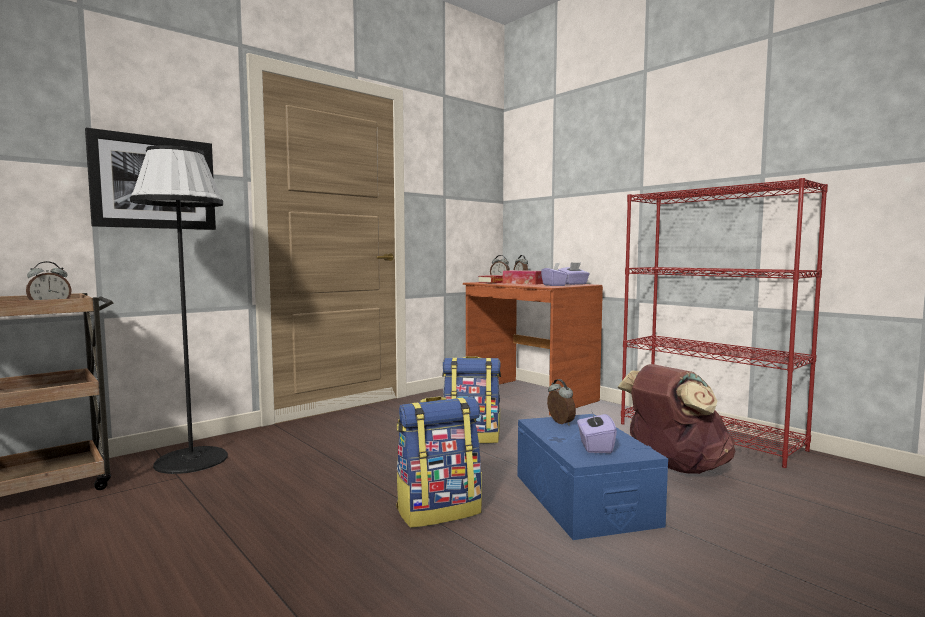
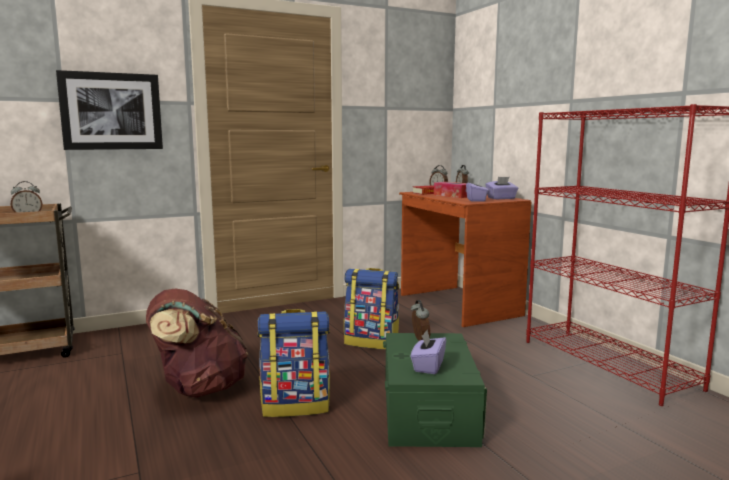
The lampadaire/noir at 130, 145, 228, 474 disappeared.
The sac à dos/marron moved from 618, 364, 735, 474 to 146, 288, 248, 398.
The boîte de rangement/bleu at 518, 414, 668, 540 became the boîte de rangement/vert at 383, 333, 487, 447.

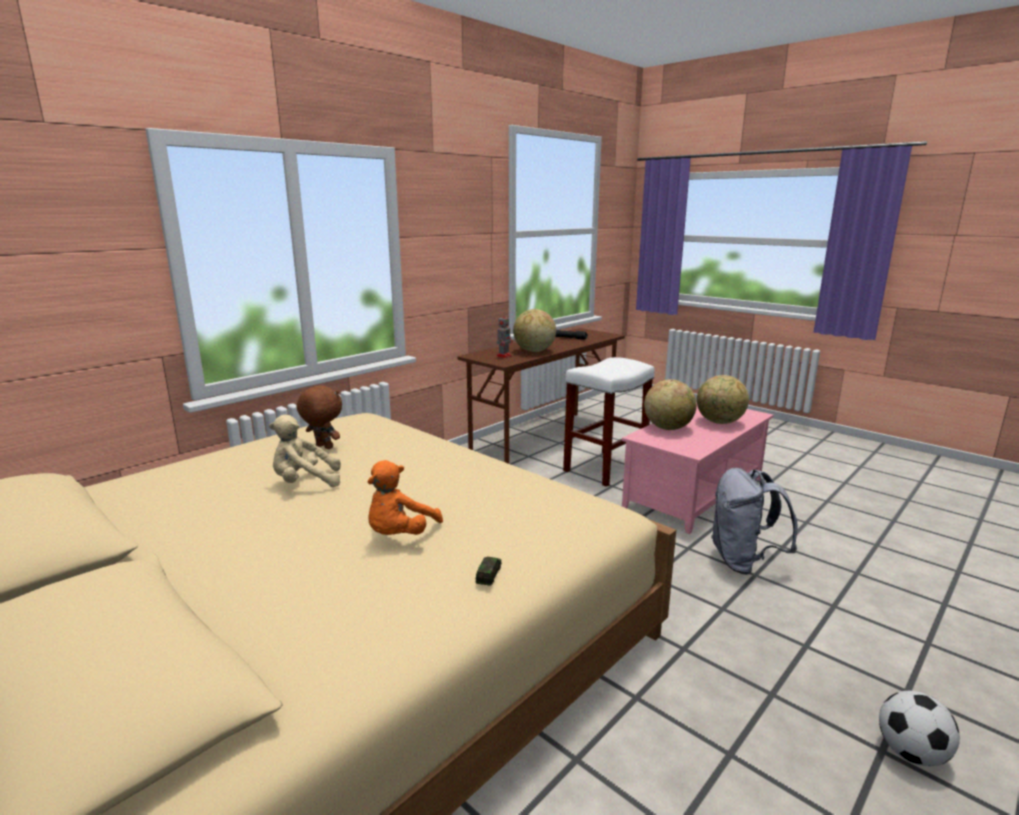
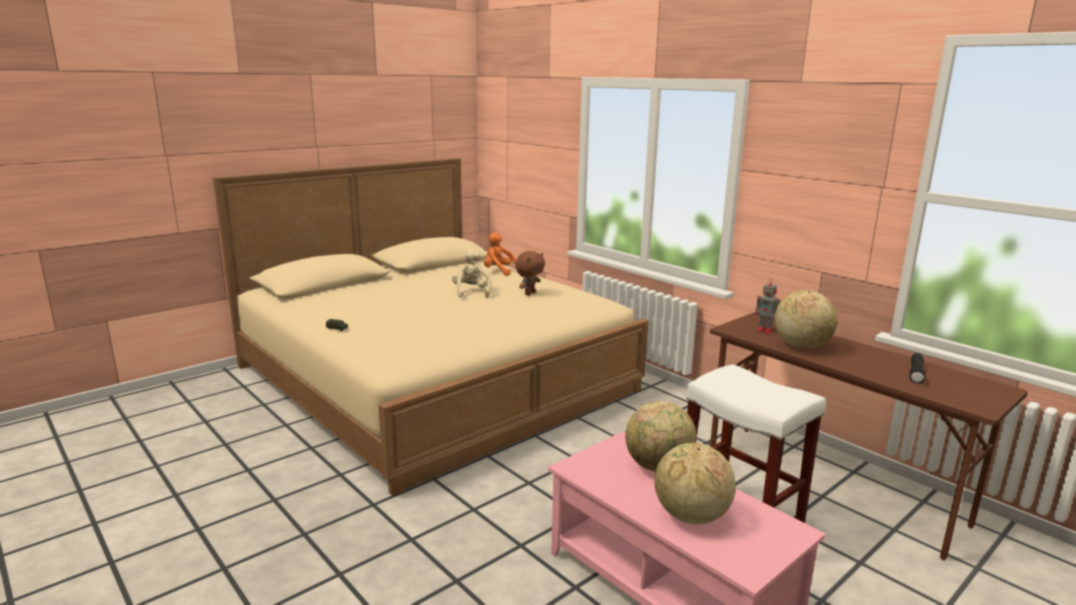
The sac à dos/gris at 711, 468, 797, 575 disappeared.
The ballon de foot at 879, 691, 960, 766 disappeared.
The peluche/orange moved from 368, 460, 443, 535 to 484, 233, 517, 276.

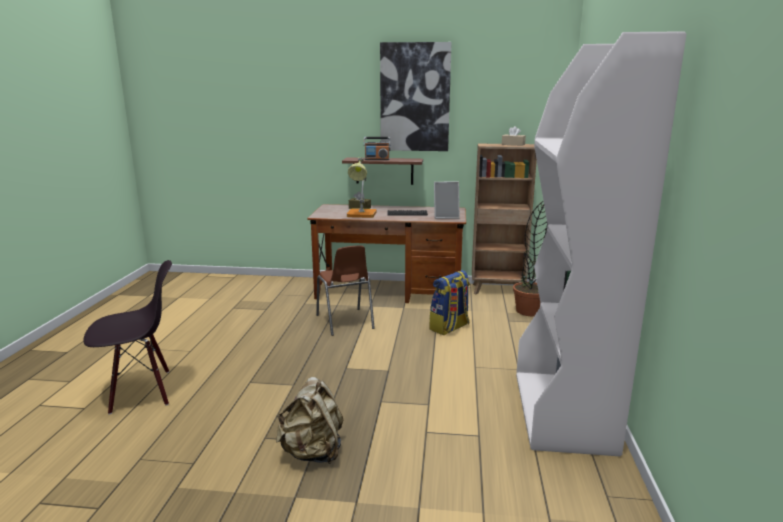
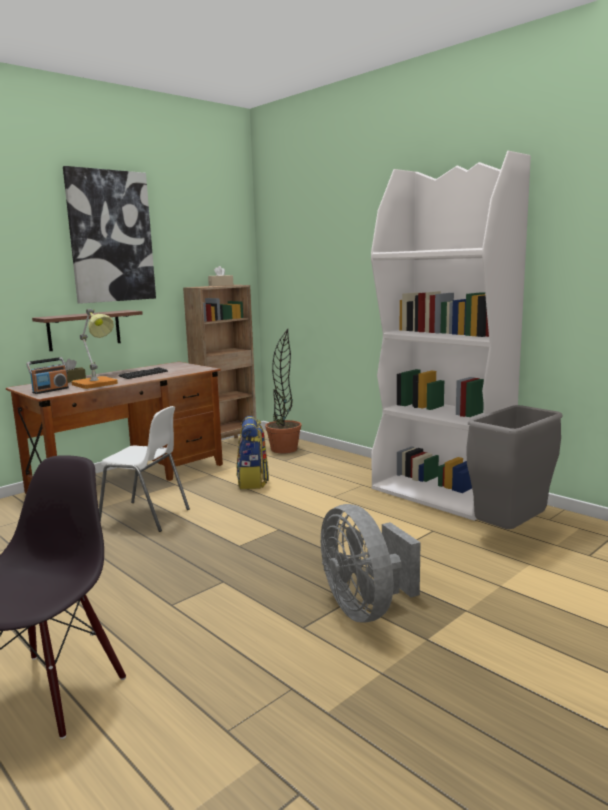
The cadre photo at 434, 182, 460, 219 disappeared.
The poubelle/gris at 466, 405, 562, 529 appeared.
The radio moved from 363, 137, 391, 160 to 26, 357, 69, 394.
The sac à dos/beige at 276, 377, 343, 464 was replaced by the ventilateur/gris at 321, 504, 421, 622.
The chaise/marron at 316, 246, 375, 336 became the chaise/blanc at 99, 406, 190, 532.

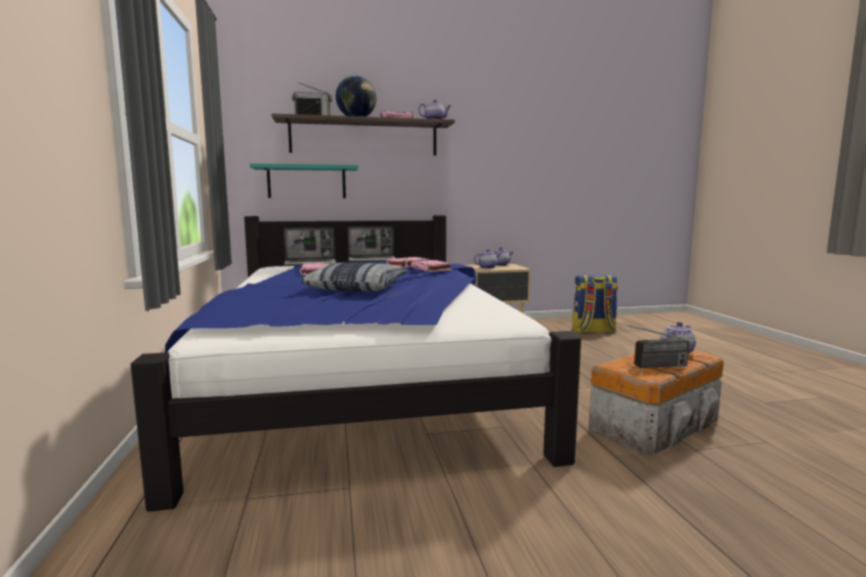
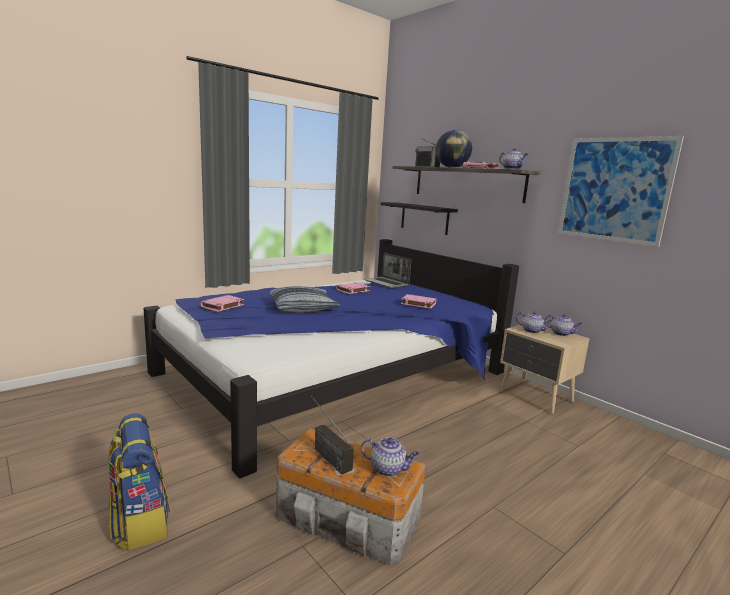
The ordinateur portable at 348, 226, 396, 262 disappeared.
The tableau at 558, 136, 684, 247 appeared.
The livre/rose moved from 411, 260, 452, 272 to 200, 295, 244, 312.
The sac à dos moved from 572, 275, 618, 333 to 109, 413, 170, 551.
The étagère/turquoise at 250, 163, 358, 198 became the étagère/noir at 380, 202, 458, 235.

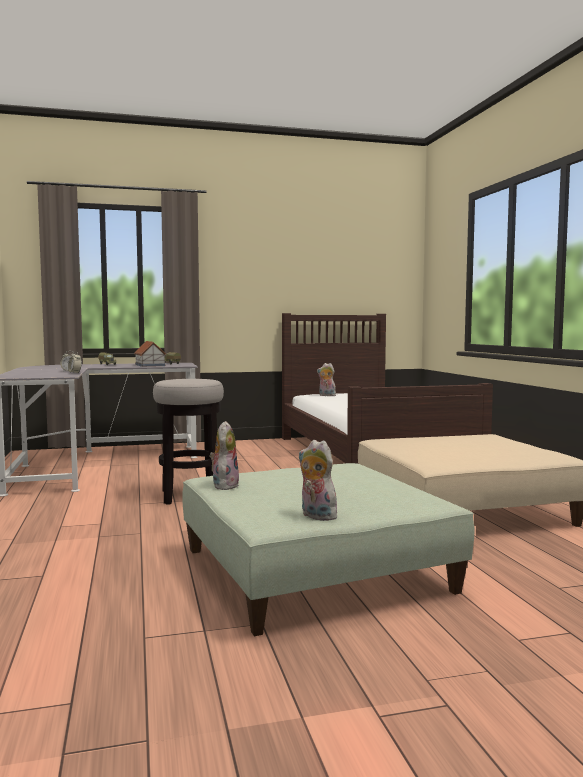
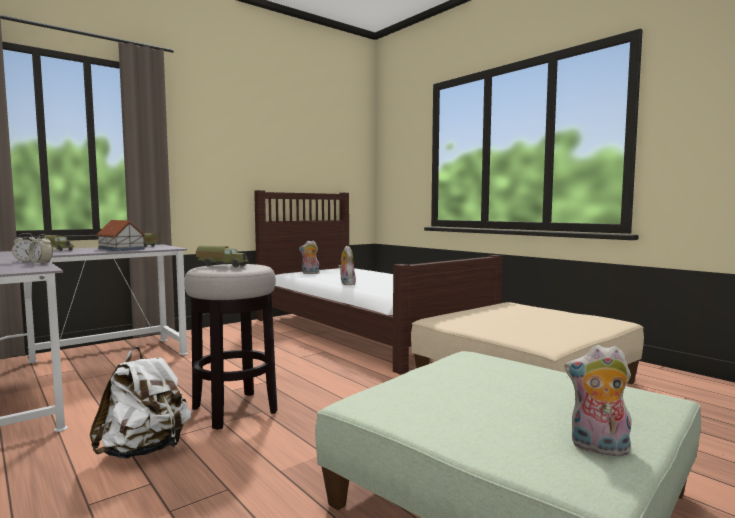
The sac à dos/blanc at 90, 347, 191, 459 appeared.
The camion jouet at 196, 246, 249, 267 appeared.
The peluche moved from 209, 421, 239, 490 to 338, 246, 356, 285.

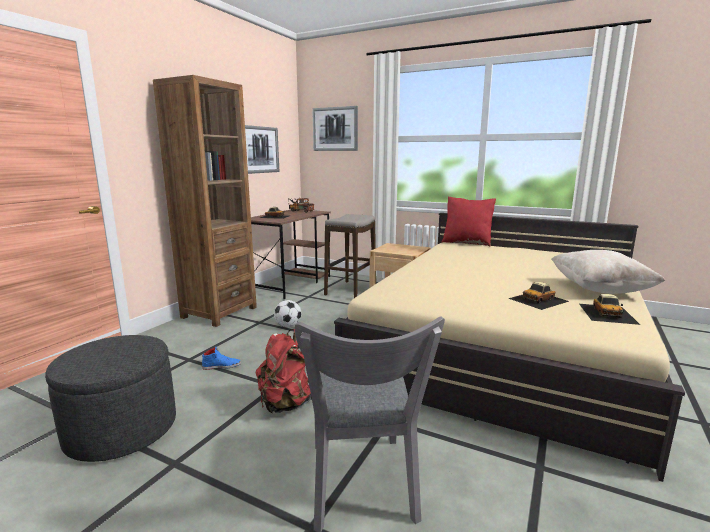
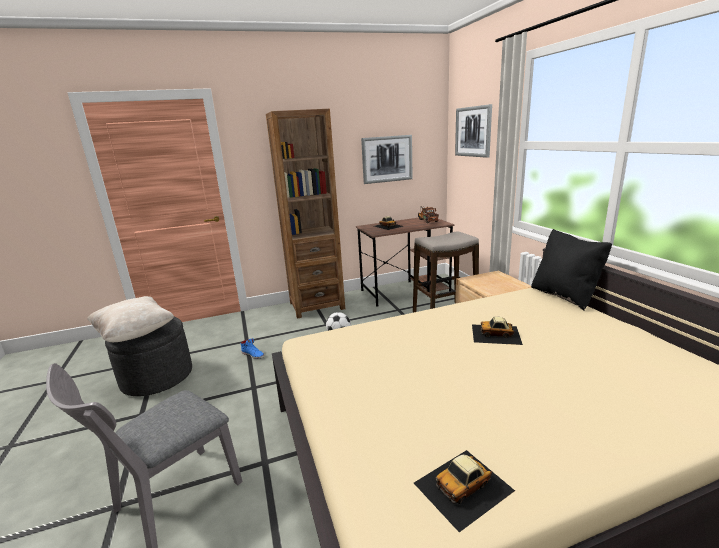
The sac à dos/rouge at 256, 329, 312, 413 disappeared.
The petite voiture moved from 508, 282, 569, 310 to 472, 316, 523, 345.
The coussin/beige moved from 551, 250, 665, 294 to 87, 296, 174, 342.
The coussin/rouge at 442, 197, 496, 246 became the coussin/noir at 531, 229, 612, 310.

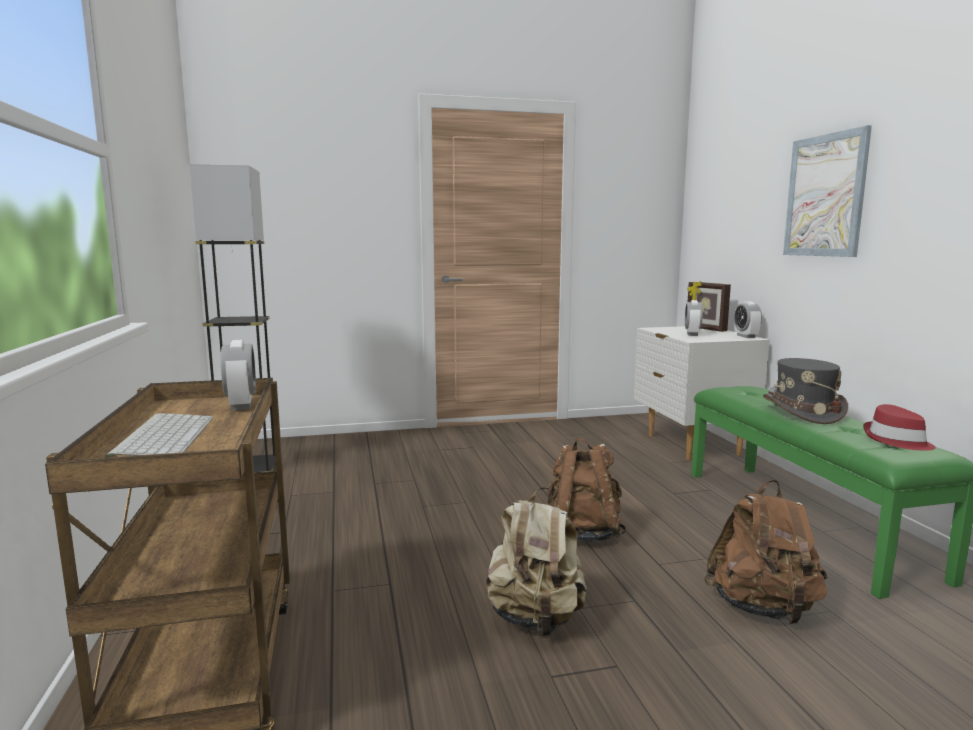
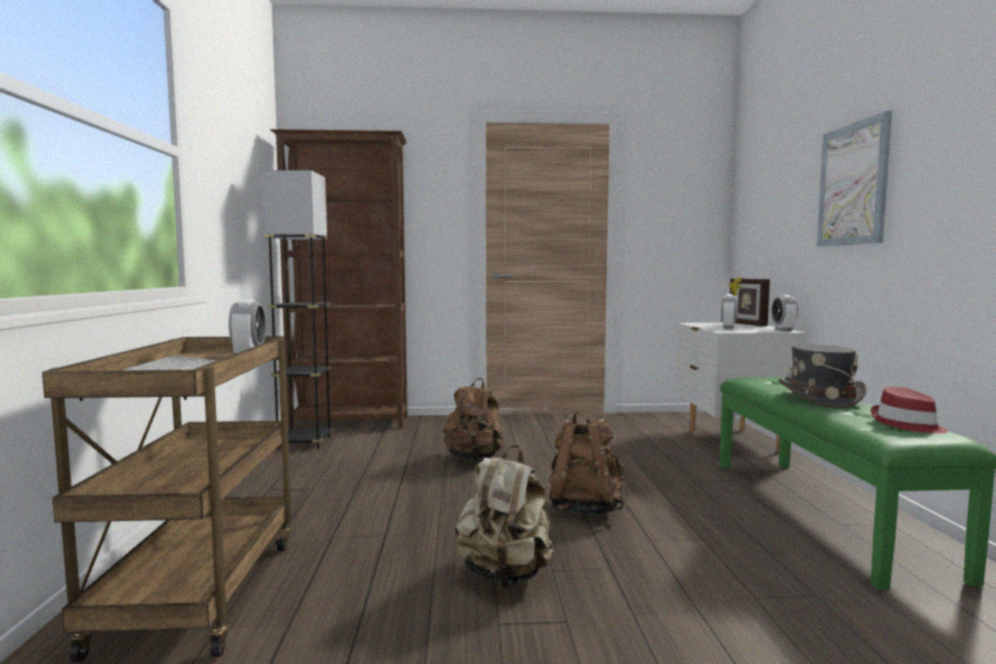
The bibliothèque/marron at 270, 129, 407, 428 appeared.
The sac à dos/marron moved from 704, 480, 828, 624 to 443, 378, 504, 462.

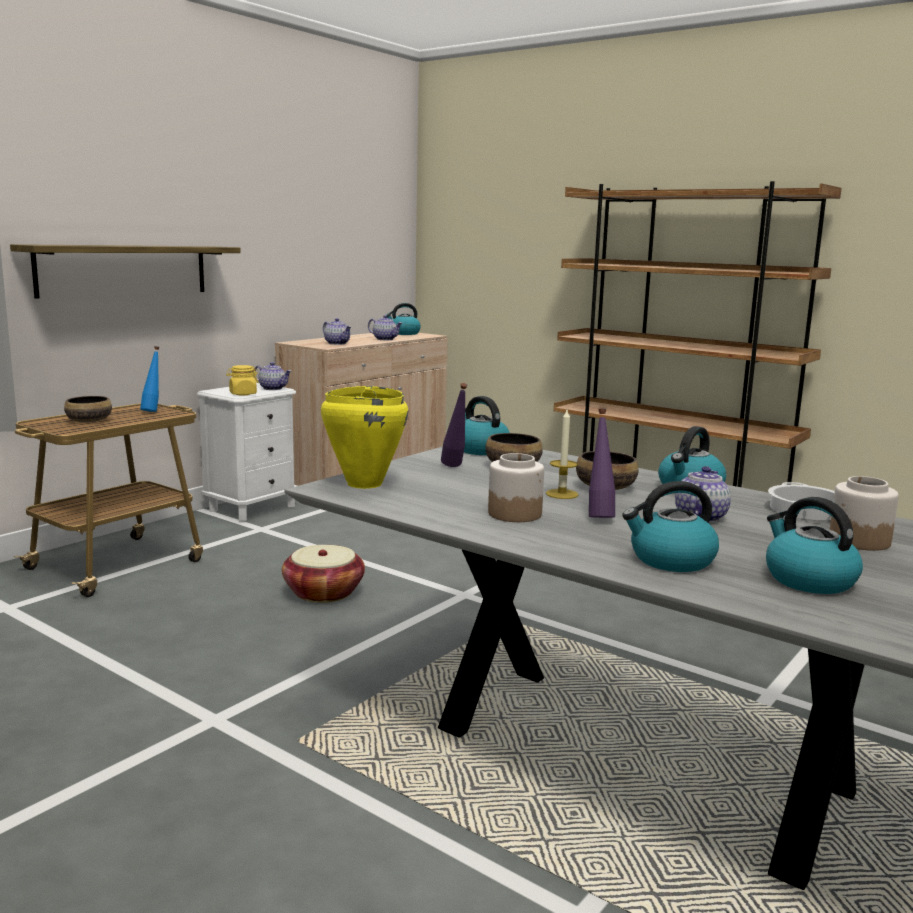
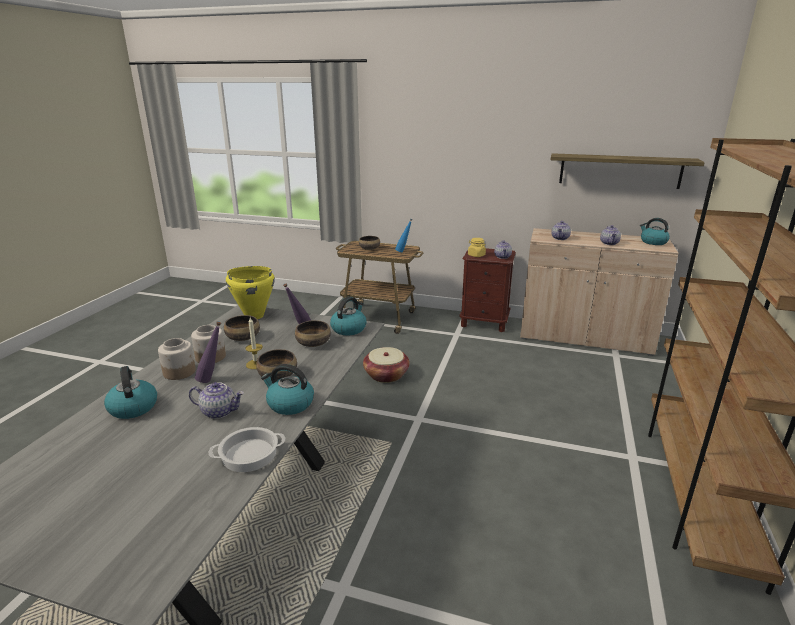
The bouilloire at 766, 497, 863, 594 disappeared.
The bol at 224, 315, 260, 341 appeared.
The étagère moved from 10, 244, 241, 299 to 550, 153, 705, 189.
The bocal moved from 830, 476, 899, 551 to 158, 338, 196, 380.
The table de chevet/blanc at 197, 383, 297, 522 became the table de chevet/marron at 459, 248, 516, 332.

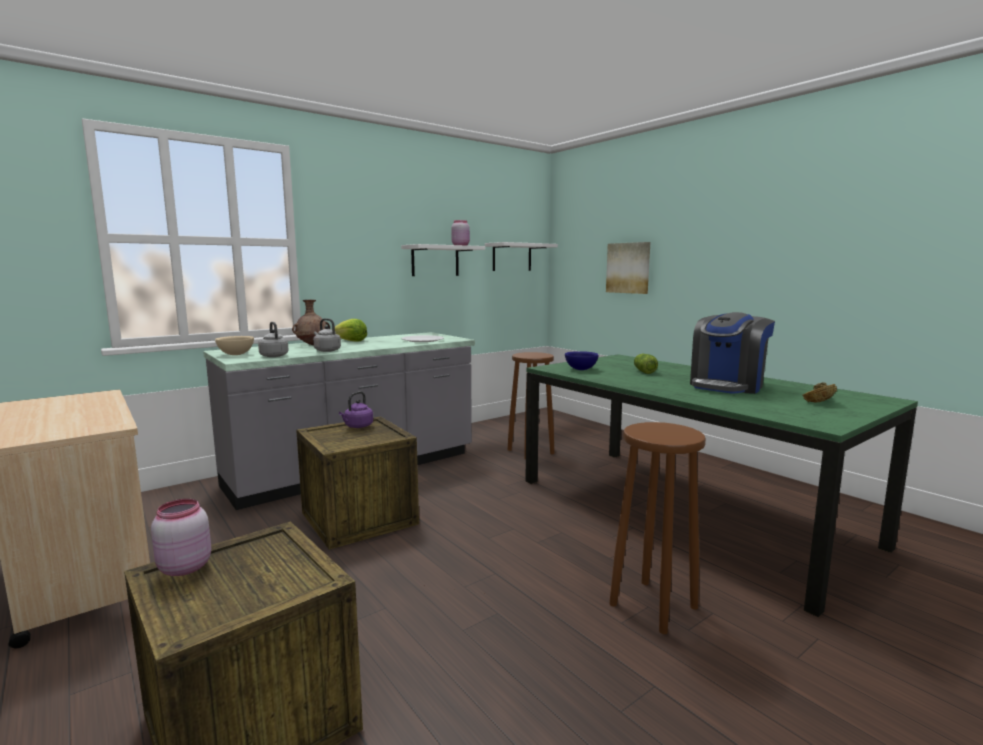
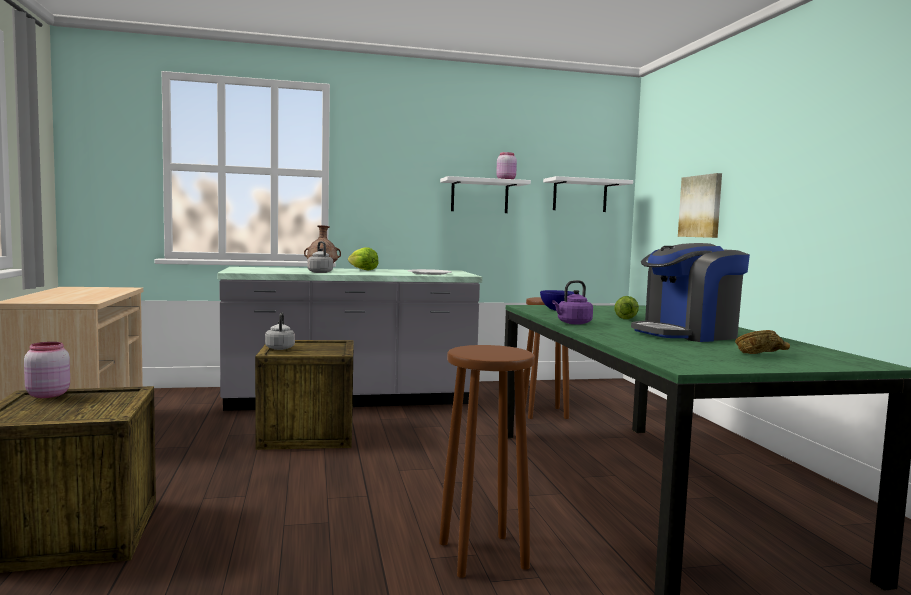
The bol/beige at 215, 336, 254, 355 disappeared.
The bouilloire/gris moved from 258, 322, 289, 357 to 265, 312, 295, 350.
The bouilloire/violet moved from 339, 391, 373, 428 to 552, 280, 593, 325.

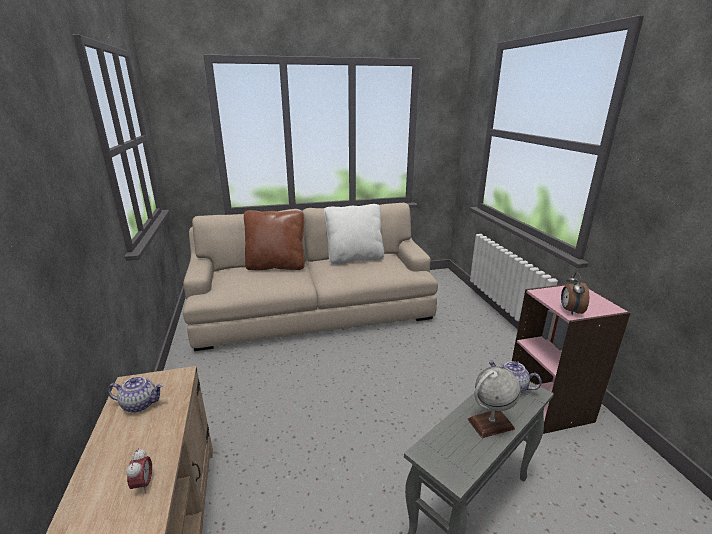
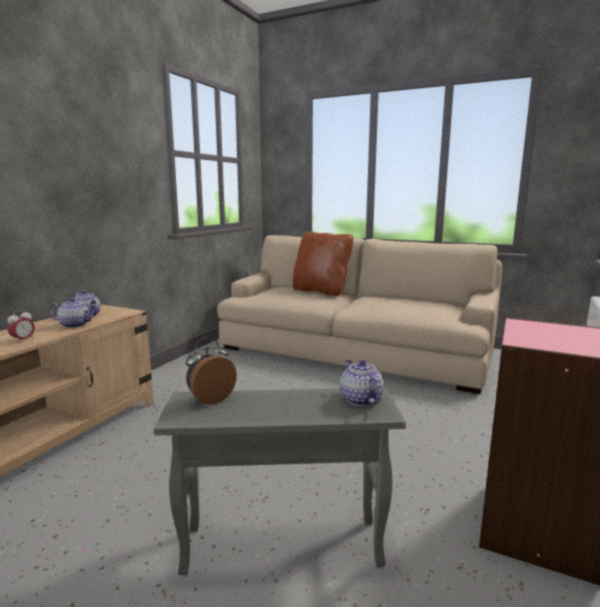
The coussin/blanc at 324, 204, 384, 265 disappeared.
The globe at 468, 366, 521, 438 disappeared.
The théière at 49, 298, 97, 328 appeared.
The réveil moved from 561, 272, 589, 315 to 186, 337, 237, 405.

